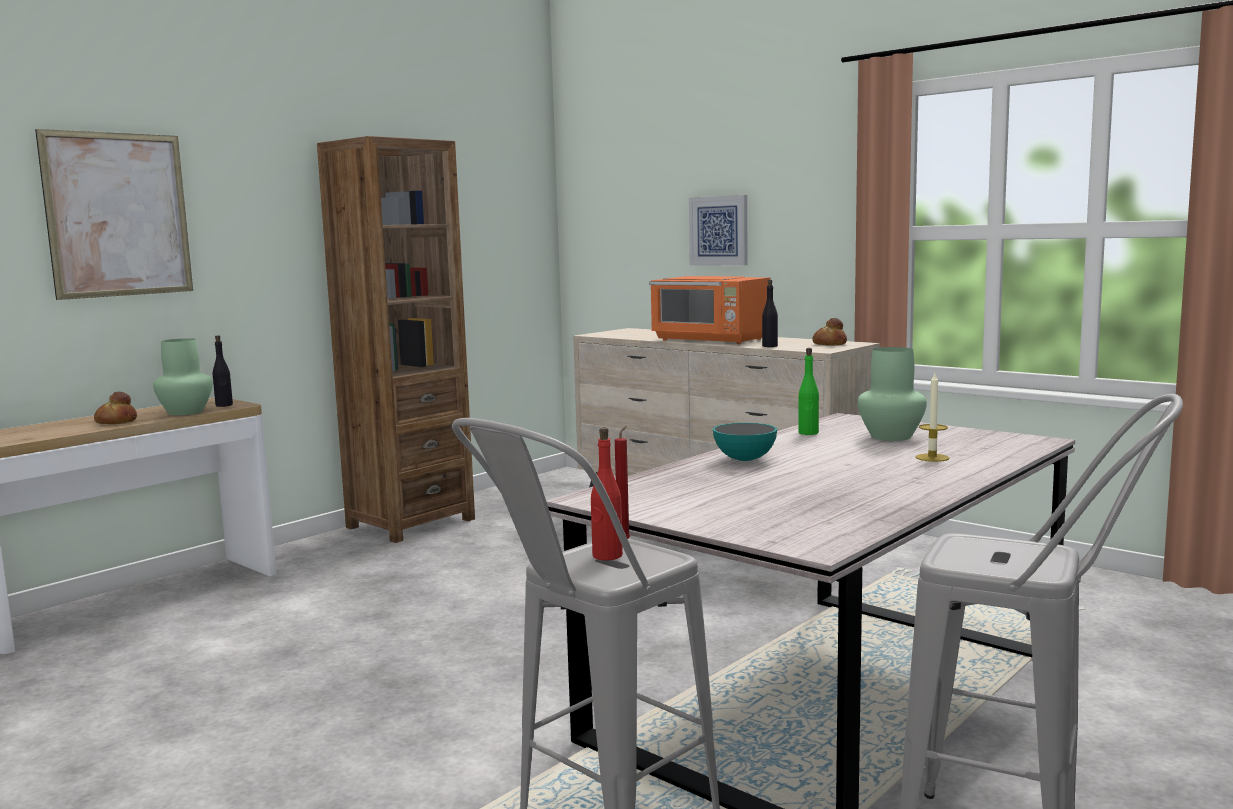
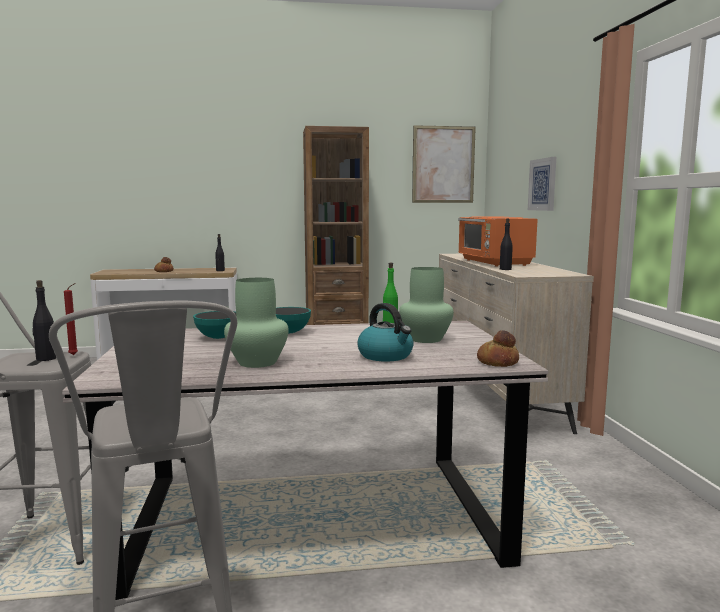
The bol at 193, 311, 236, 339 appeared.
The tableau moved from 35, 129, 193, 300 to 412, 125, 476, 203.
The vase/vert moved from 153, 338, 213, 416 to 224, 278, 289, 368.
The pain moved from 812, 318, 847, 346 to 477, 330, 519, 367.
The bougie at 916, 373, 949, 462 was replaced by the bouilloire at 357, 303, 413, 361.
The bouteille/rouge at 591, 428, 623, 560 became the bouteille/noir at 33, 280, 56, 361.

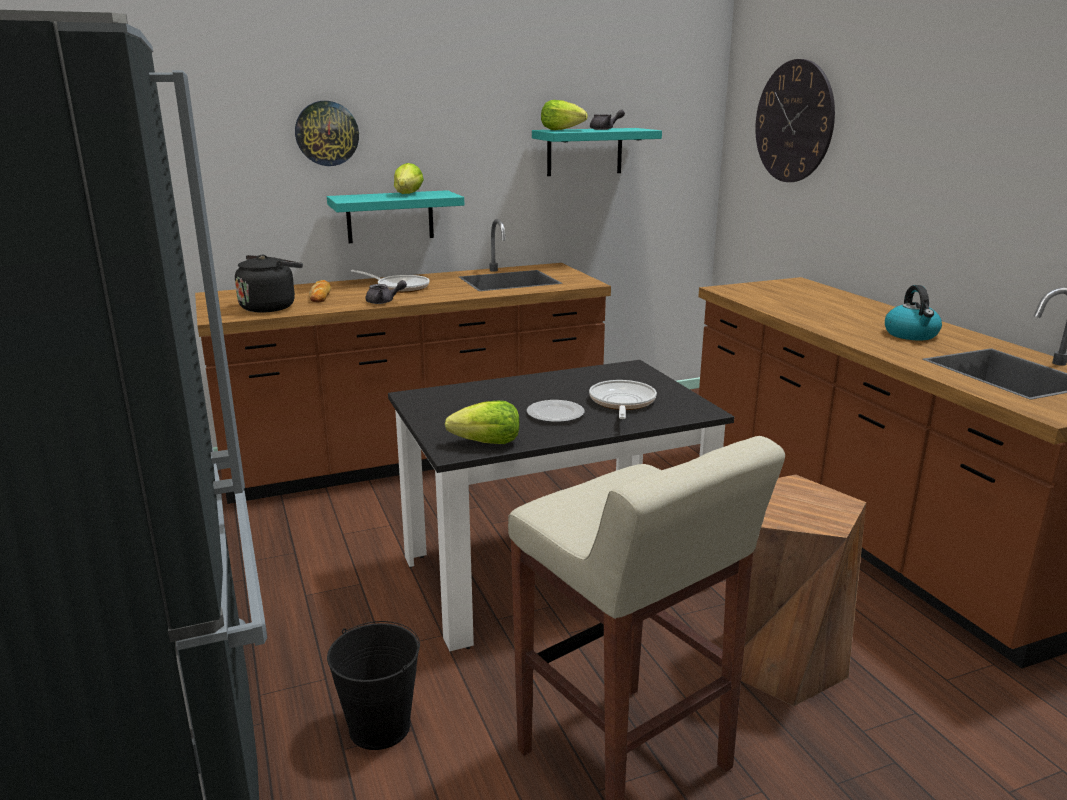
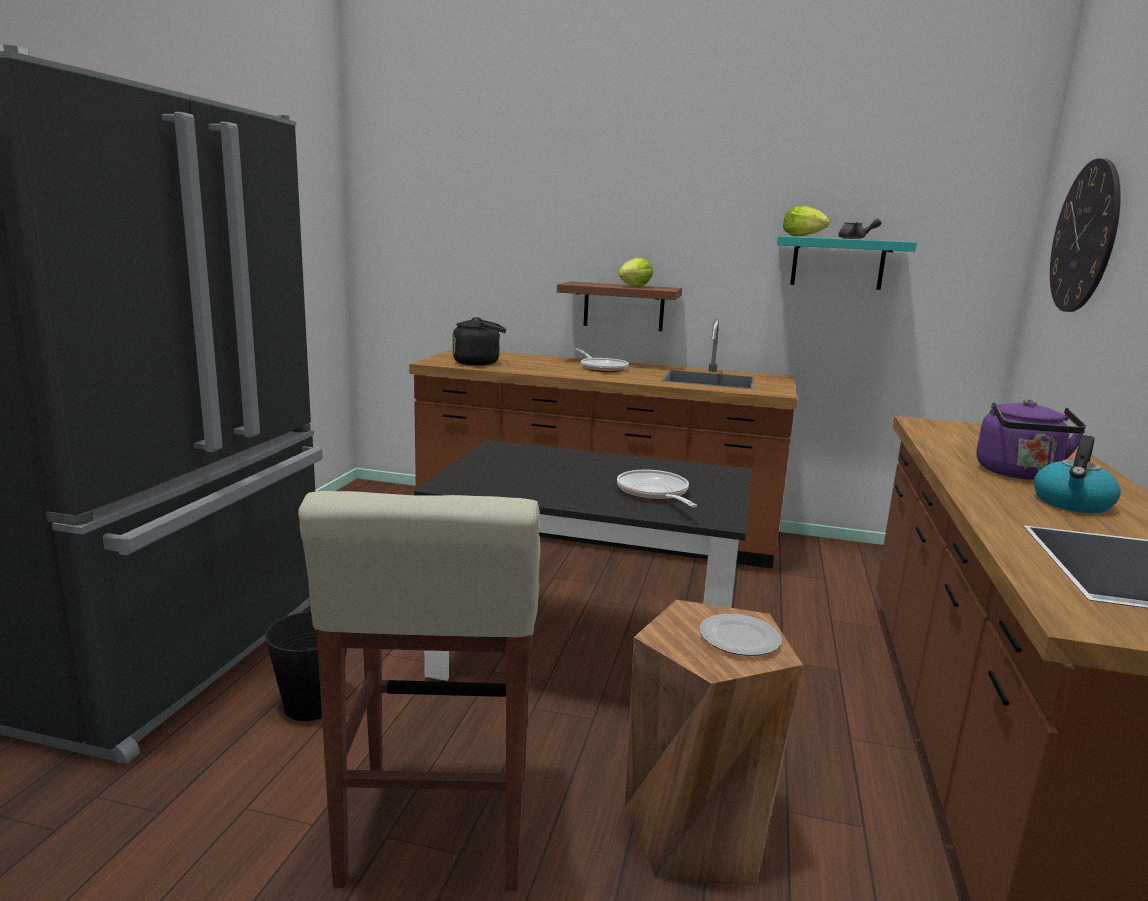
The horloge murale at 295, 101, 359, 166 disappeared.
The pain at 309, 280, 331, 302 disappeared.
The théière/gris at 366, 280, 407, 304 disappeared.
The laitue at 445, 401, 519, 444 disappeared.
The bouilloire/violet at 976, 400, 1086, 480 appeared.
The assiette moved from 527, 400, 585, 423 to 699, 614, 782, 656.
The étagère/turquoise at 327, 190, 464, 243 became the étagère/marron at 557, 281, 682, 332.
The poêle at 589, 380, 657, 419 turned 60 degrees counterclockwise.

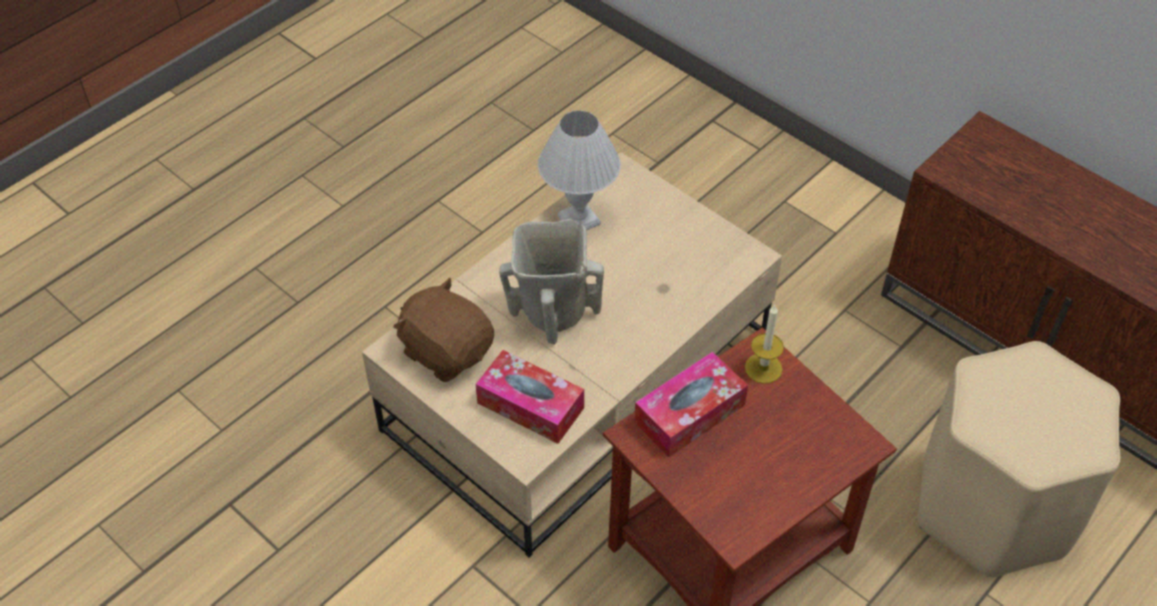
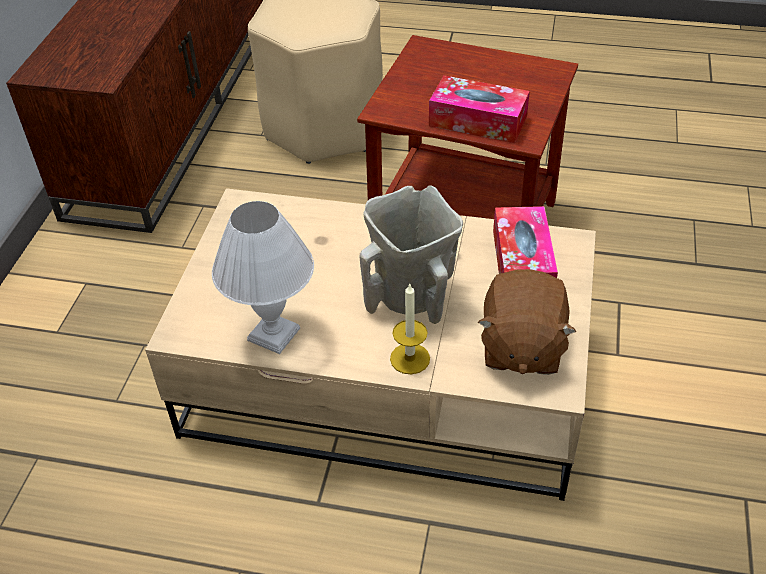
The bougie moved from 745, 304, 784, 384 to 390, 284, 430, 374.

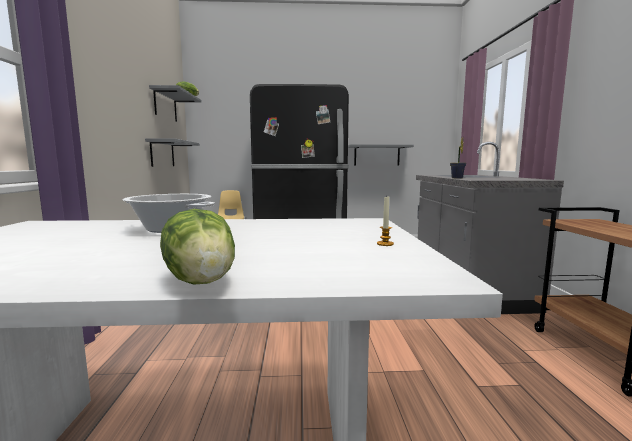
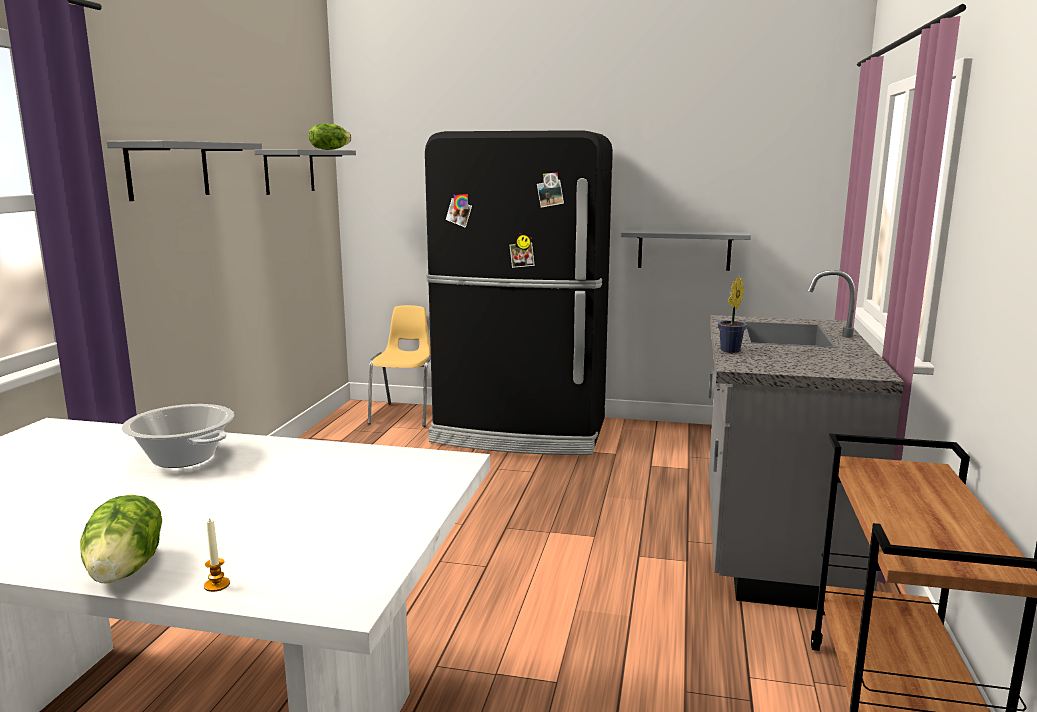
The étagère/gris moved from 145, 138, 200, 167 to 106, 141, 262, 201.
The bougie moved from 377, 196, 394, 246 to 204, 520, 230, 592.

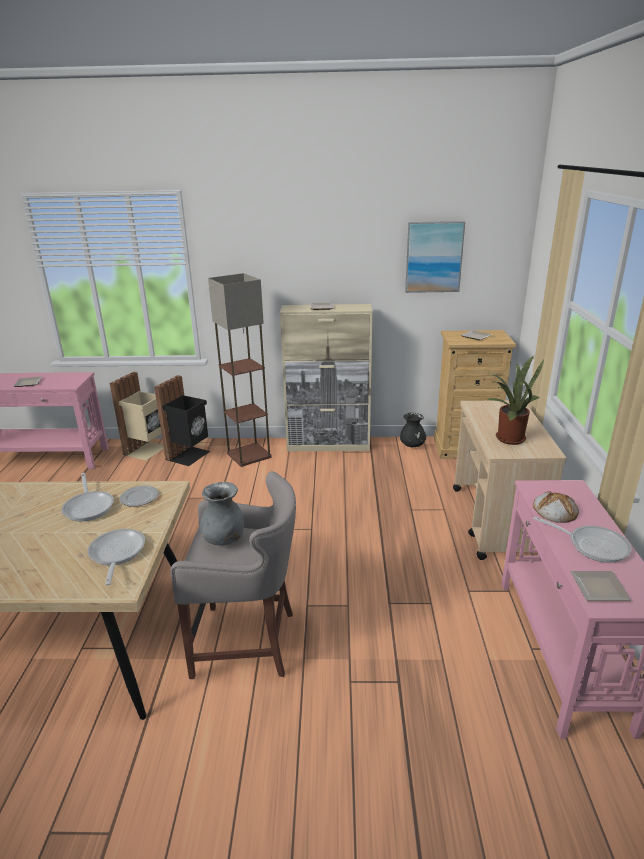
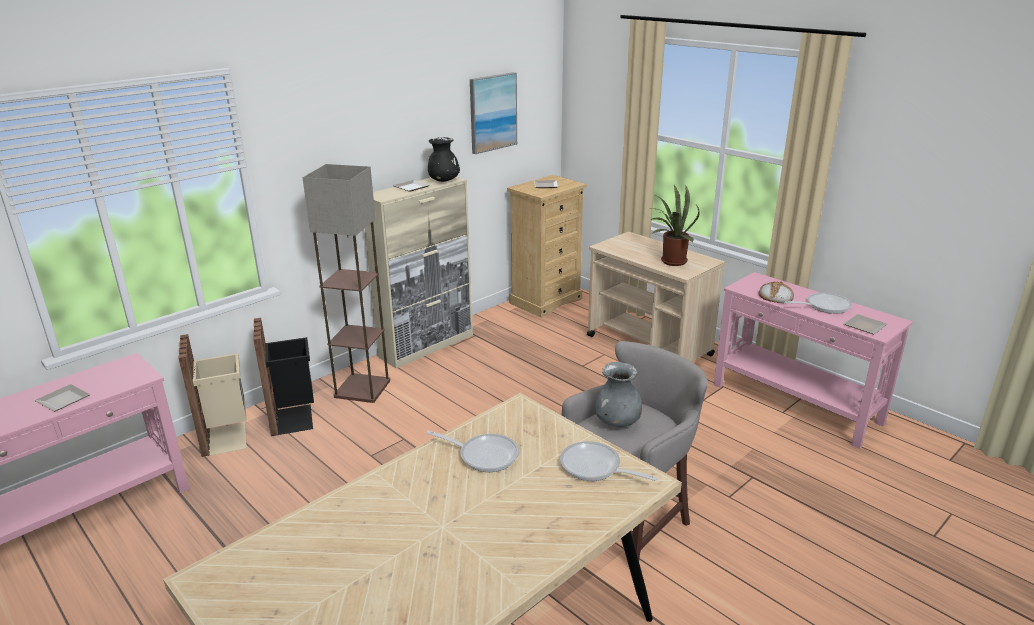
The assiette at 120, 485, 159, 506 disappeared.
The vase/noir moved from 400, 413, 426, 447 to 428, 137, 460, 182.

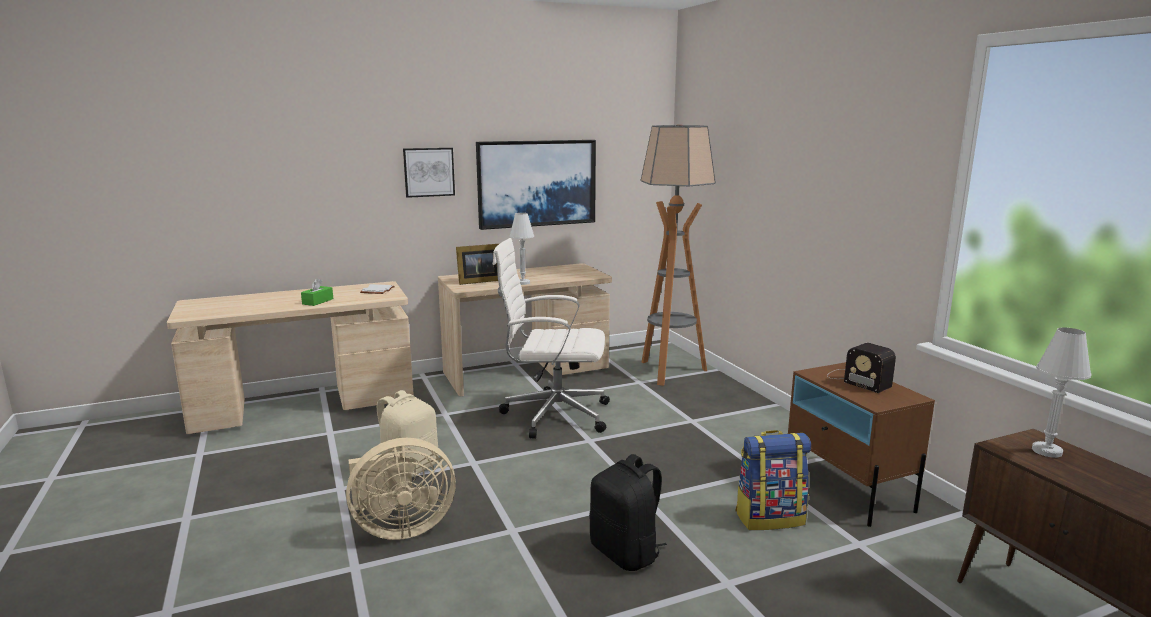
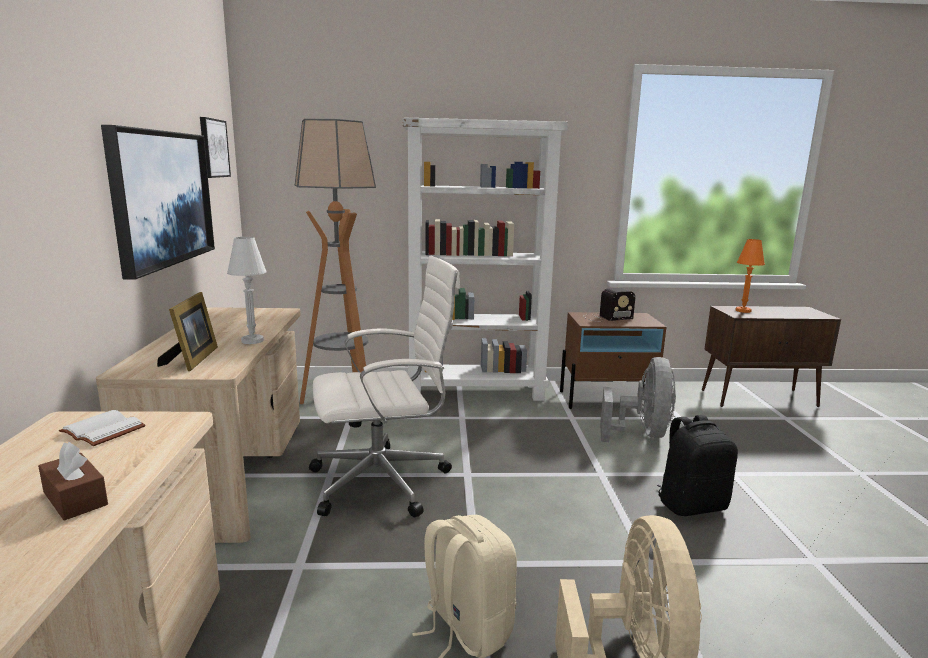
The bibliothèque/blanc at 403, 117, 568, 401 appeared.
The tableau moved from 403, 148, 455, 198 to 200, 117, 231, 178.
The sac à dos at 735, 430, 811, 530 was replaced by the ventilateur/gris at 600, 357, 676, 442.
The boîte à mouchoirs/vert at 301, 278, 333, 306 became the boîte à mouchoirs/marron at 38, 442, 108, 521.
The lampe de table/blanc at 1032, 327, 1091, 458 became the lampe de table/orange at 735, 239, 765, 313.
The chaise de bureau/blanc at 493, 238, 610, 439 turned 135 degrees counterclockwise.

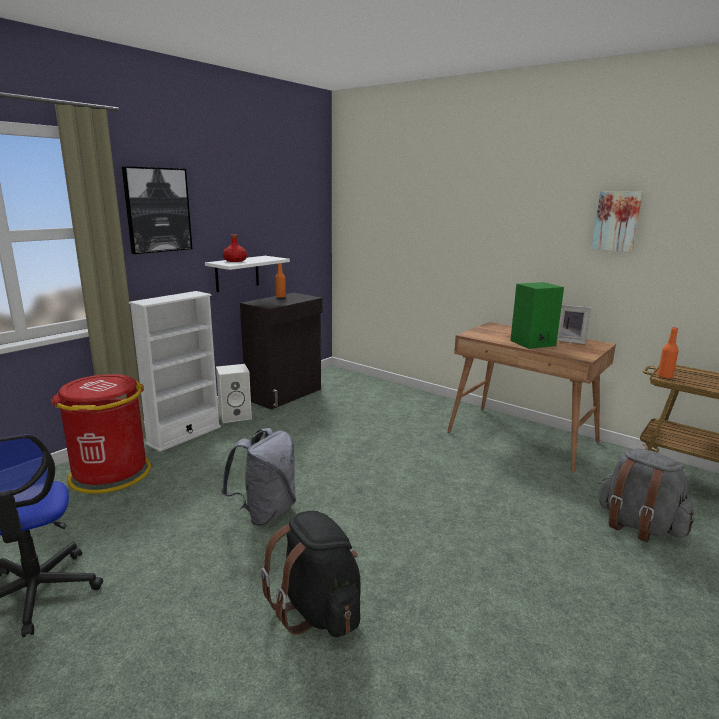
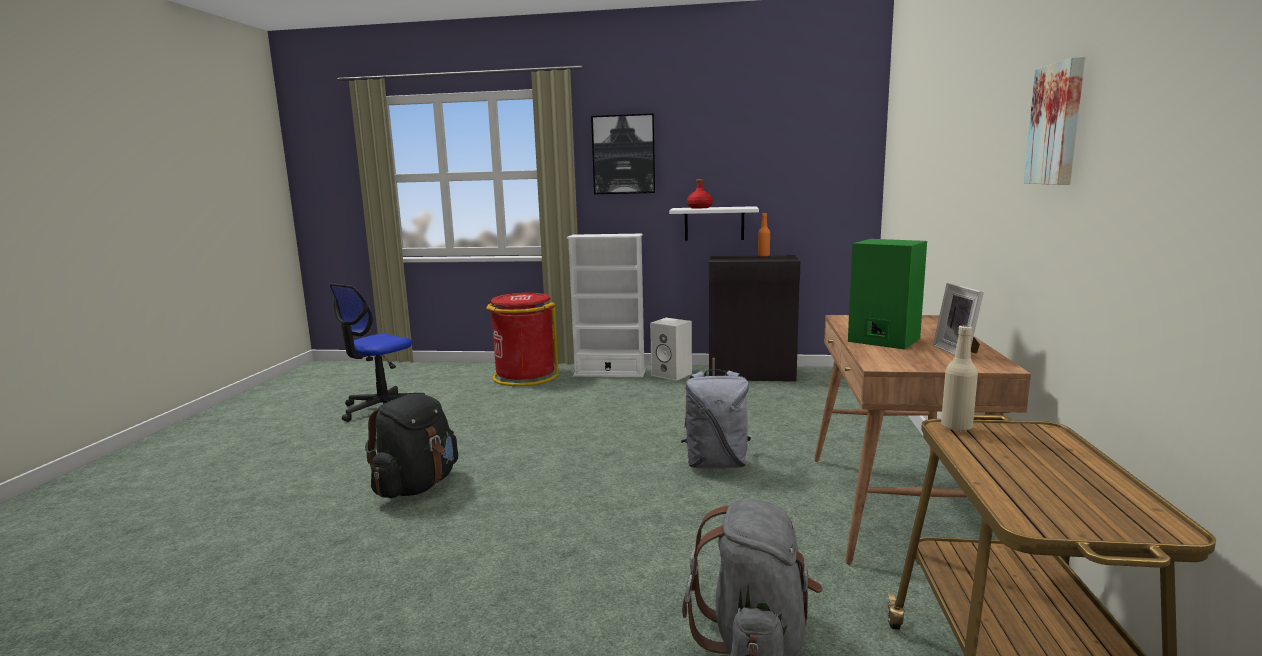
The sac à dos/gris moved from 221, 428, 296, 526 to 681, 369, 751, 468.
The bouteille/orange at 658, 327, 679, 378 became the bouteille/beige at 941, 325, 978, 431.

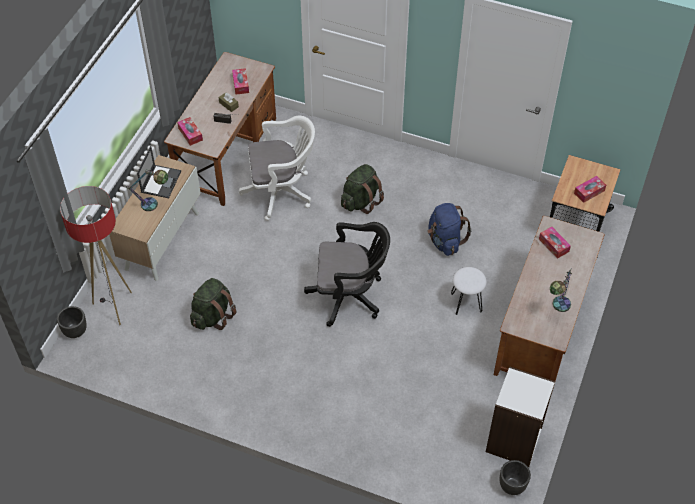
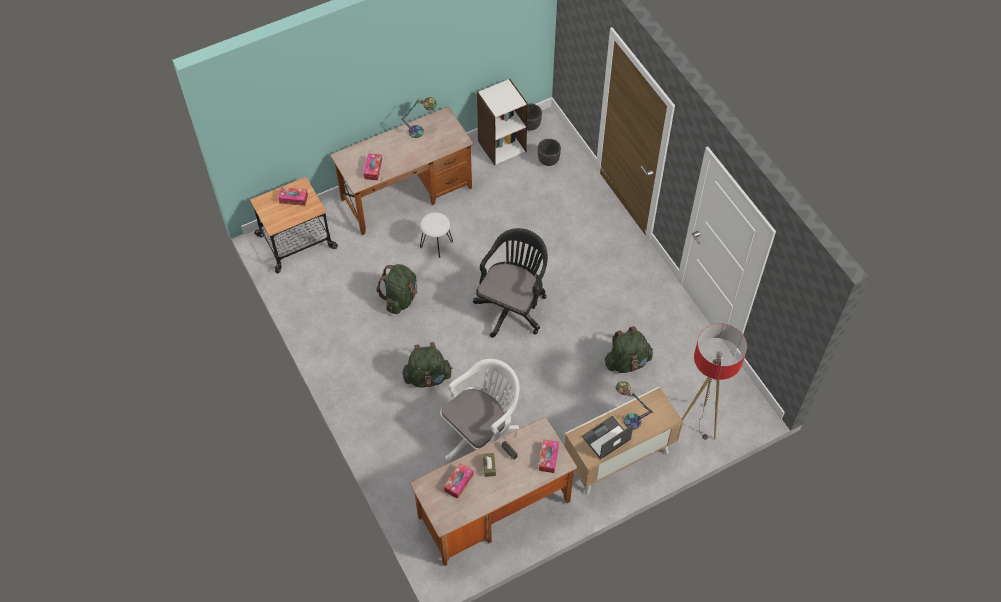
The cache-pot/noir moved from 57, 306, 87, 338 to 538, 139, 561, 166.
The sac à dos/bleu at 428, 203, 472, 256 became the sac à dos/vert at 376, 264, 417, 314.
The chaise de bureau/blanc at 239, 116, 315, 221 turned 105 degrees clockwise.
The chaise de bureau/noir at 304, 222, 390, 327 turned 75 degrees clockwise.

